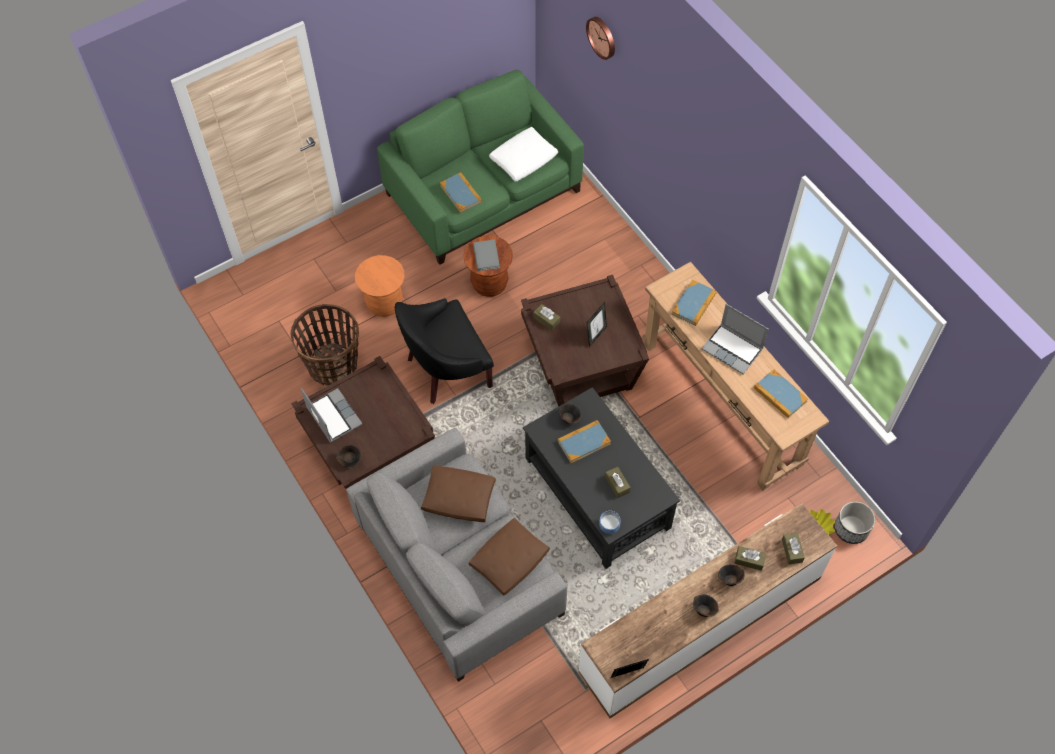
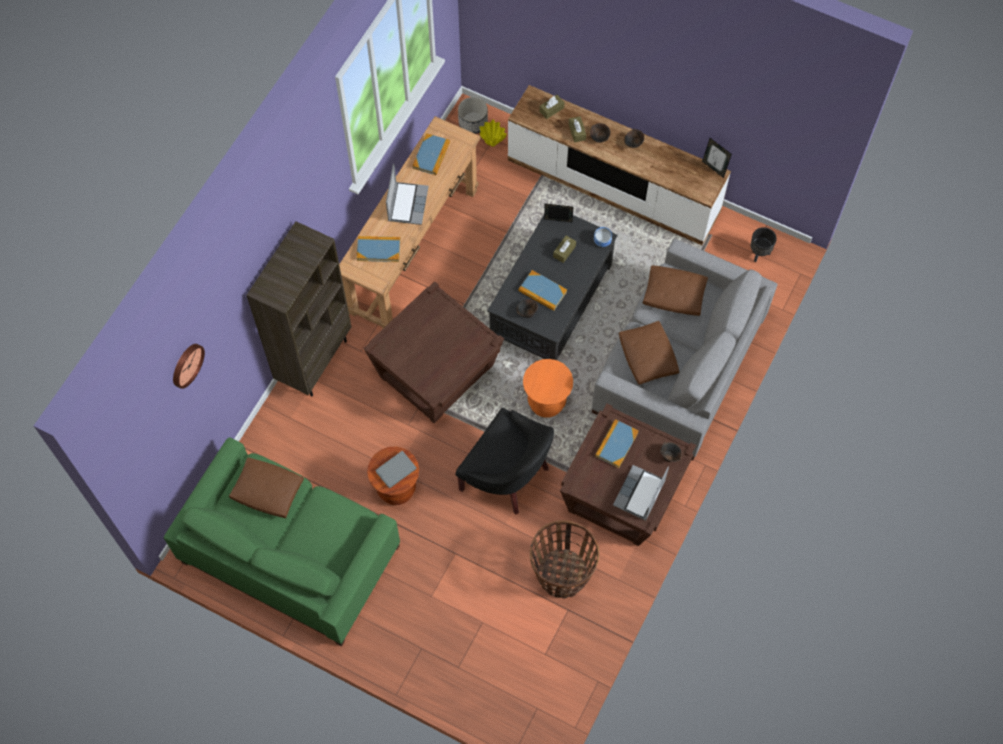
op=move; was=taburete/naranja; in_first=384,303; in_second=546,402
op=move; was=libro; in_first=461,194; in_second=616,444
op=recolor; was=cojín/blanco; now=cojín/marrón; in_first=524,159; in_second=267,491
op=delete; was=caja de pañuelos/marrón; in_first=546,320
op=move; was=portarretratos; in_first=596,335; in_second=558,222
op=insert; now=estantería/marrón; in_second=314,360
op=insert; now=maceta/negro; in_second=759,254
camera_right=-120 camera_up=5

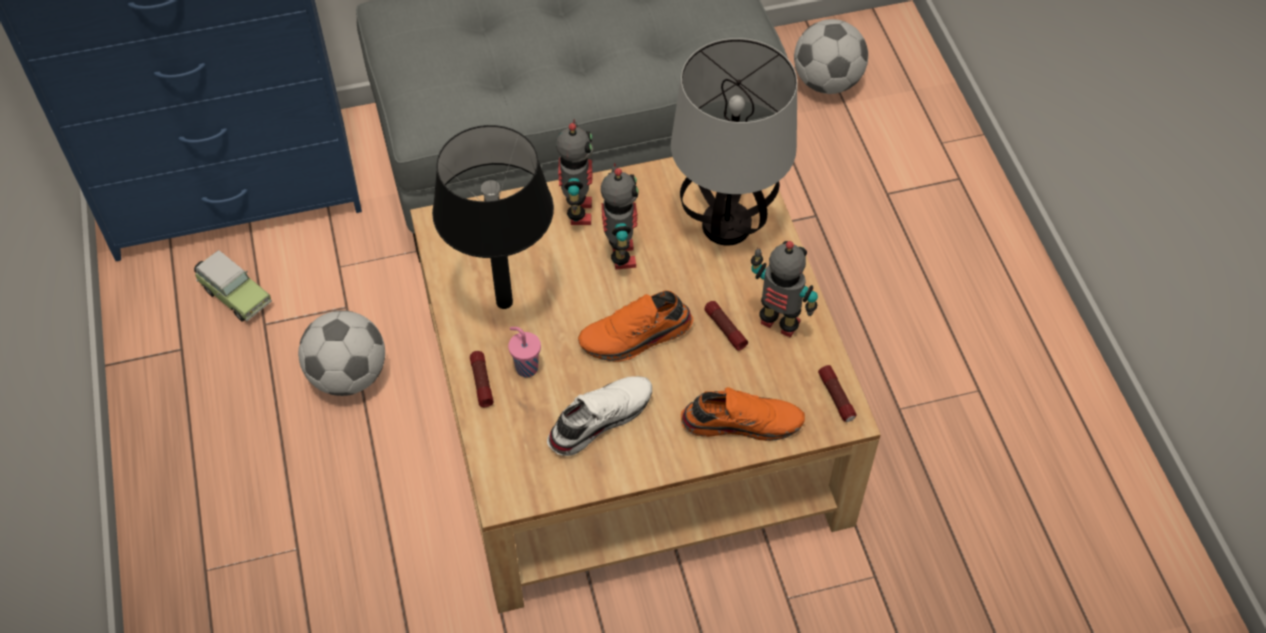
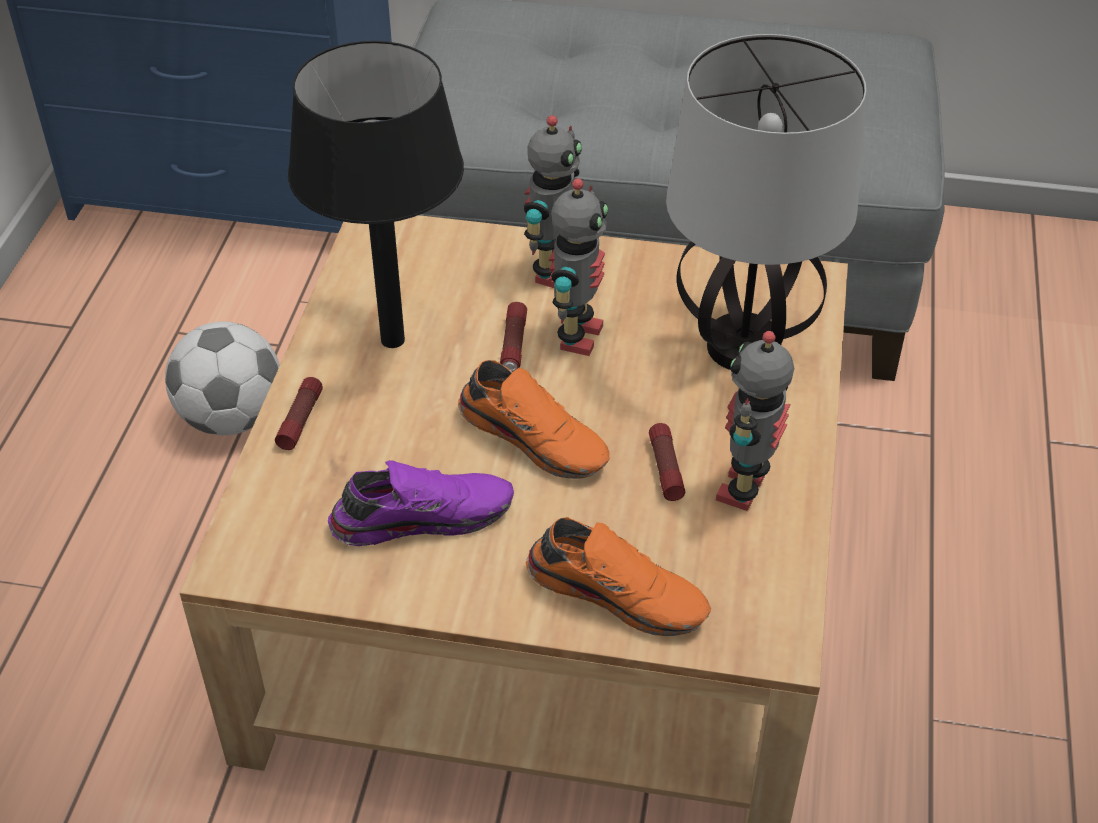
op=delete; was=coche de juguete; in_first=234,295
op=delete; was=taza/rosa; in_first=525,367
op=recolor; was=zapato/blanco; now=zapato/morado; in_first=599,418; in_second=422,516
op=rotate; was=zapato/naranja; in_first=636,338; in_second=536,437; clockwise=-150
op=rotate; was=robot de juguete; in_first=778,325; in_second=745,489; clockwise=-120
op=delete; was=balón de fútbol; in_first=827,82
op=move; was=linterna; in_first=836,397; in_second=514,345
camera_right=25 camera_up=-10

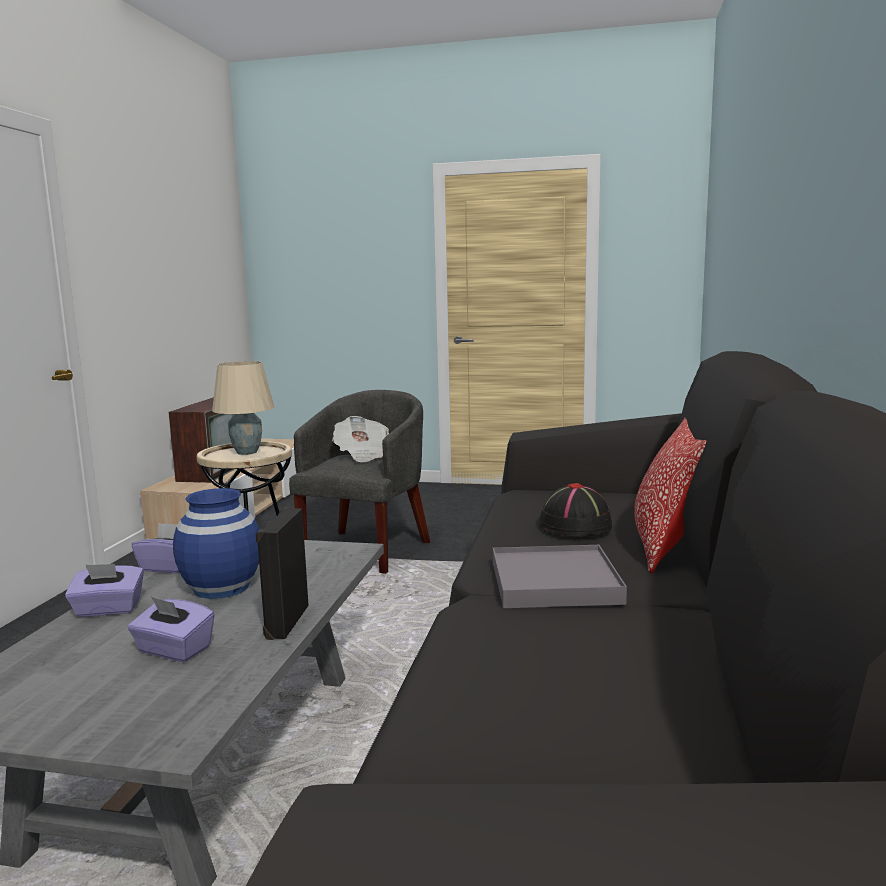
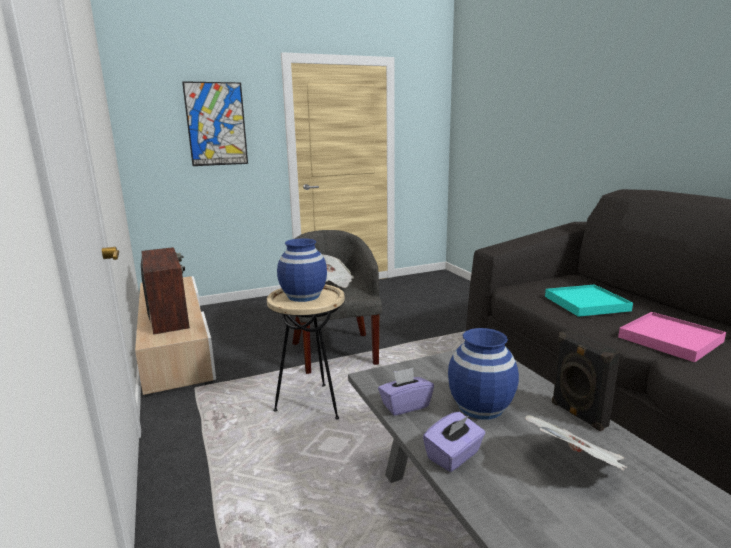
op=replace; was=caja de pañuelos/morado; now=periódico; in_first=173,650; in_second=576,464
op=replace; was=lámpara de mesa/beis; now=florero/azul; in_first=247,452; in_second=304,296
op=recolor; was=bandeja/gris; now=bandeja/rosa; in_first=554,582; in_second=670,339
op=replace; was=sombrero/negro; now=bandeja/turquesa; in_first=576,526; in_second=586,303
op=delete; was=cojín; in_first=666,548
op=insert; now=cuadro; in_second=216,124
camera_right=-35 camera_up=5

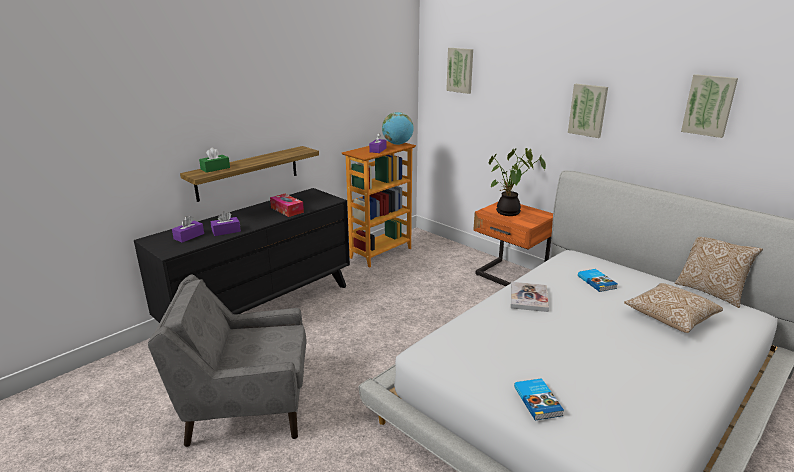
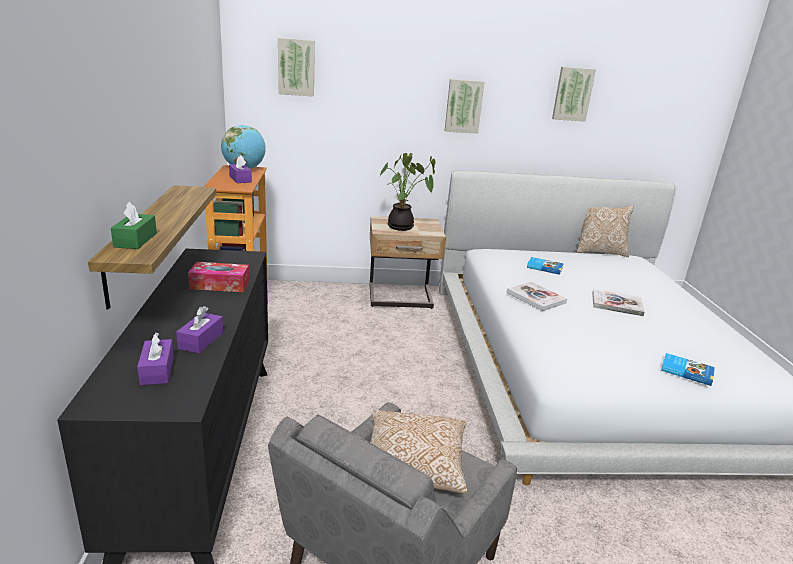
op=recolor; was=mesita de noche/naranja; now=mesita de noche/beis; in_first=509,277; in_second=401,298
op=move; was=cojín; in_first=670,317; in_second=414,464
op=insert; now=libro; in_second=616,304
camera_right=-50 camera_up=0

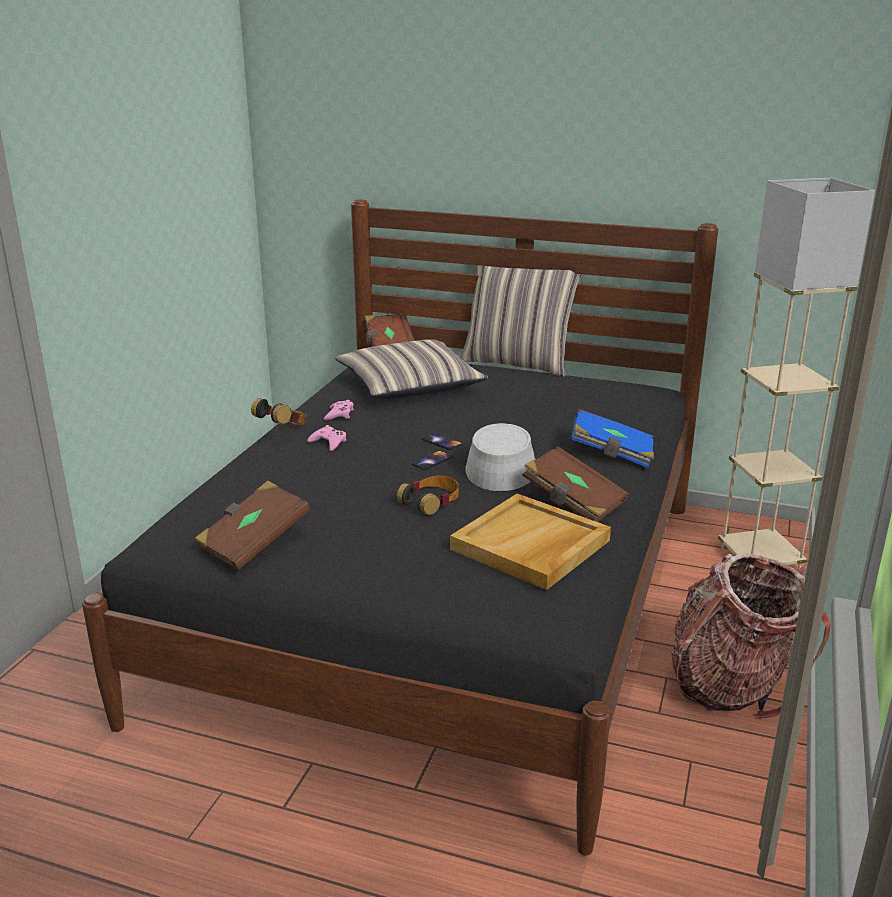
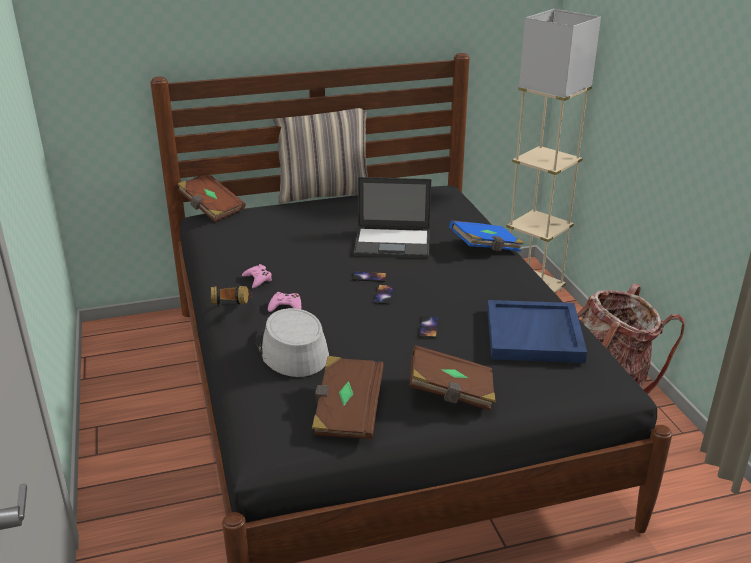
op=delete; was=cojín; in_first=410,385
op=replace; was=auriculares; now=móvil; in_first=431,501; in_second=429,327
op=recolor; was=bandeja/beis; now=bandeja/azul; in_first=530,546; in_second=535,335
op=move; was=sombrero/gris; in_first=501,466; in_second=291,349
op=move; was=libro/marrón; in_first=573,502; in_second=451,393
op=insert; now=portátil; in_second=393,243
camera_right=-35 camera_up=5

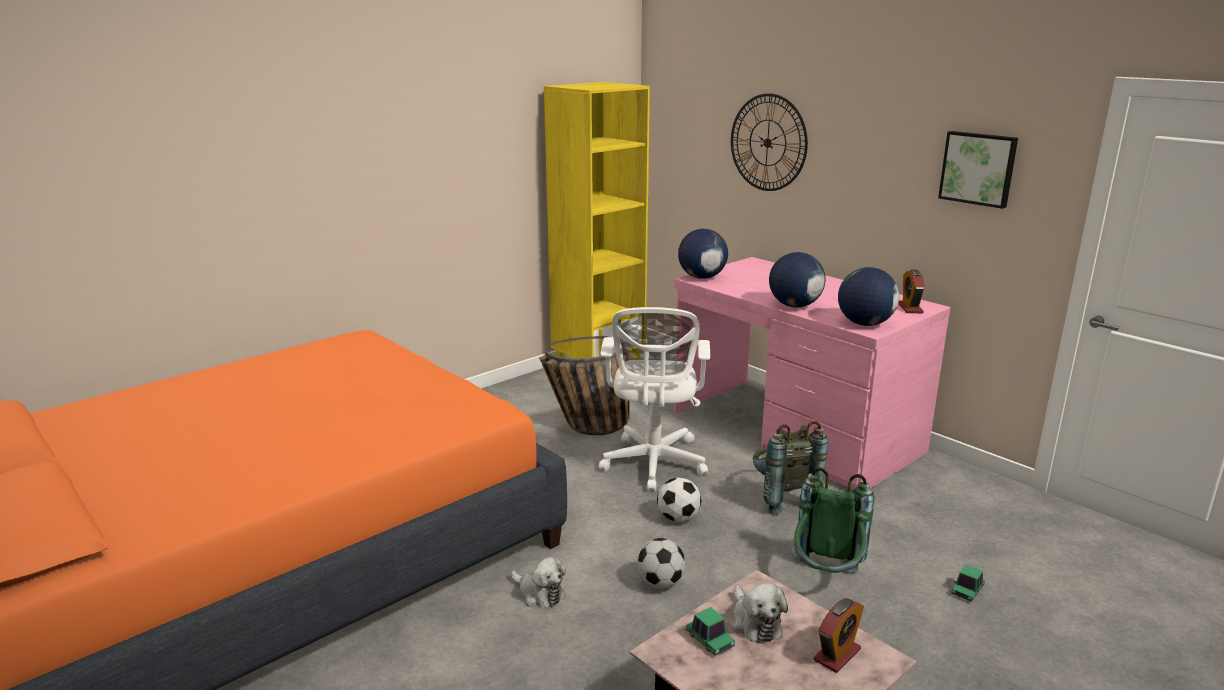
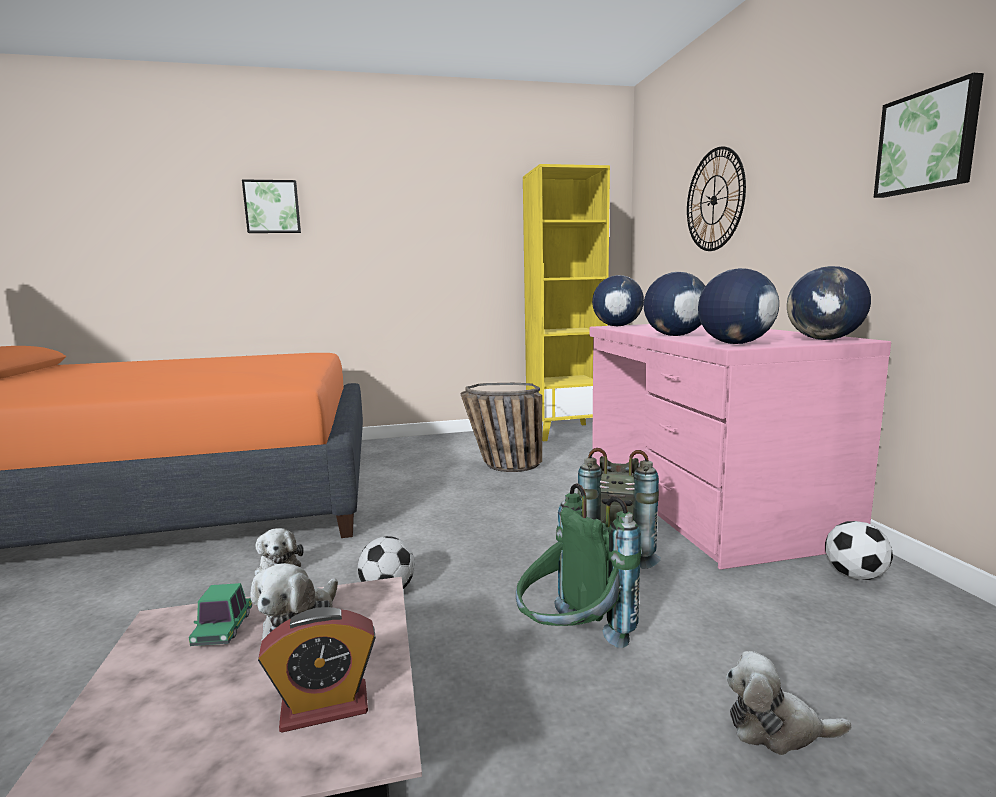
op=delete; was=silla de oficina/blanco; in_first=653,465
op=move; was=balón de fútbol; in_first=678,518; in_second=855,575
op=replace; was=despertador; now=globo terráqueo; in_first=910,308; in_second=824,340
op=replace; was=coche de juguete; now=peluche; in_first=967,591; in_second=776,728
op=insert; now=cuadro; in_second=272,207
camera_right=30 camera_up=-10

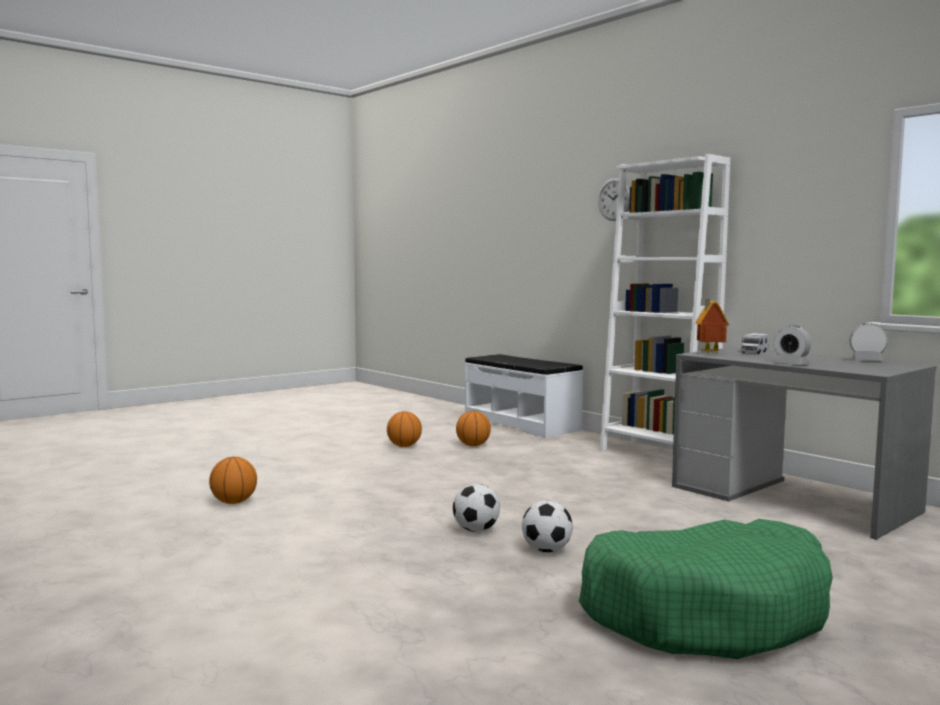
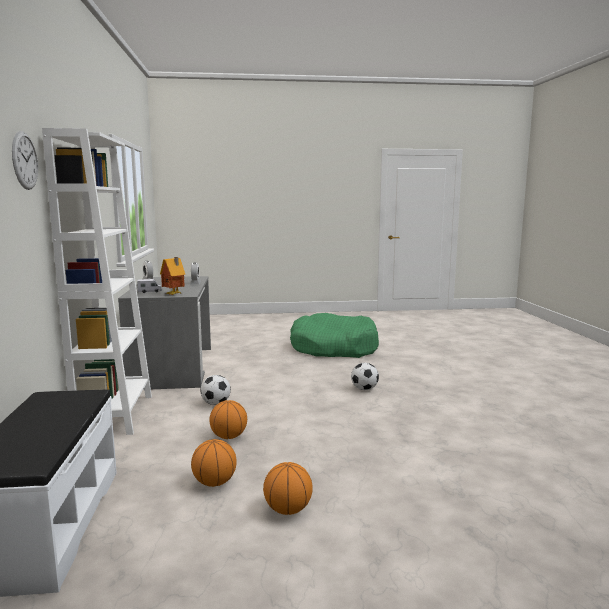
op=move; was=balón de baloncesto; in_first=233,502; in_second=229,437
op=move; was=balón de fútbol; in_first=547,550; in_second=216,403
camera_right=-145 camera_up=5

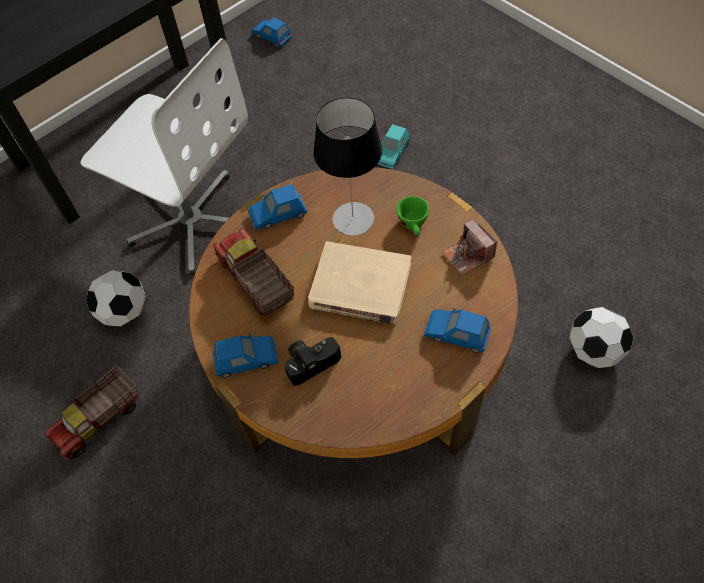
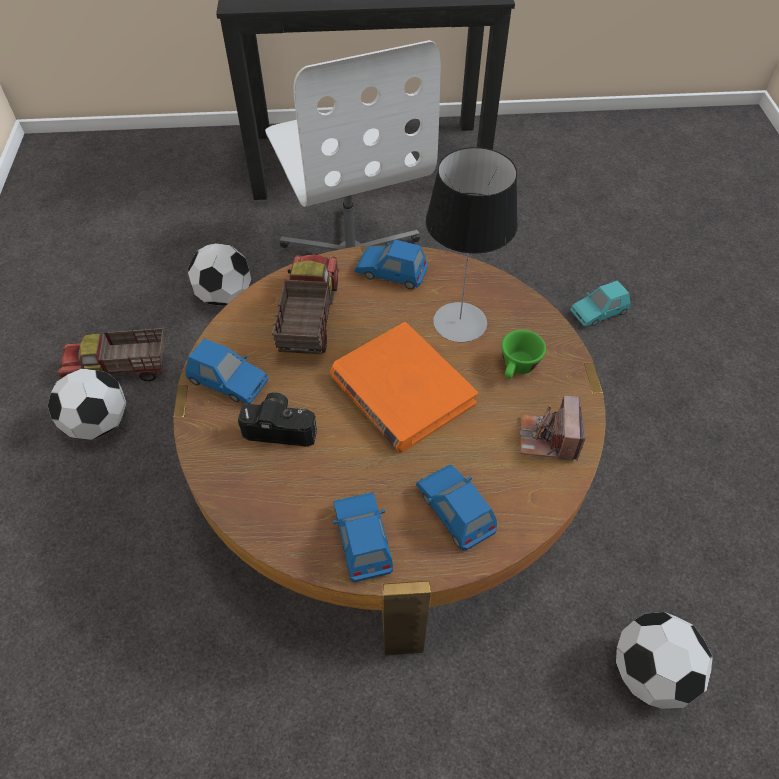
op=move; was=coche de juguete/azul; in_first=272,37; in_second=362,539
op=recolor; was=libro/beis; now=libro/naranja; in_first=360,286; in_second=401,390
op=insert; now=balón de fútbol; in_second=99,424
camera_right=35 camera_up=-5

